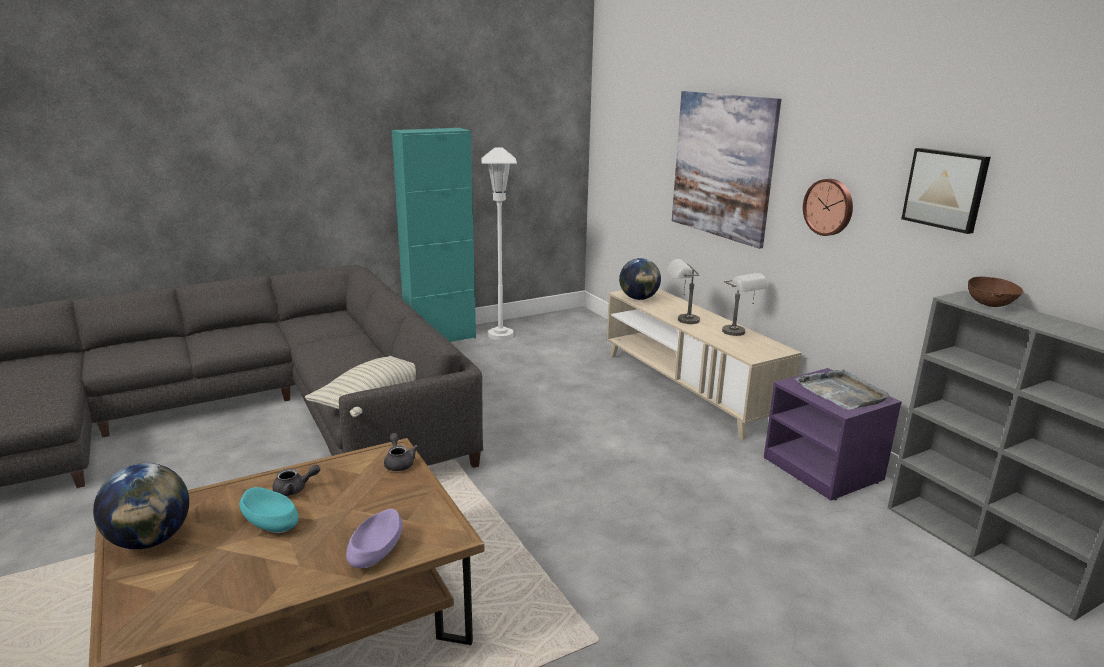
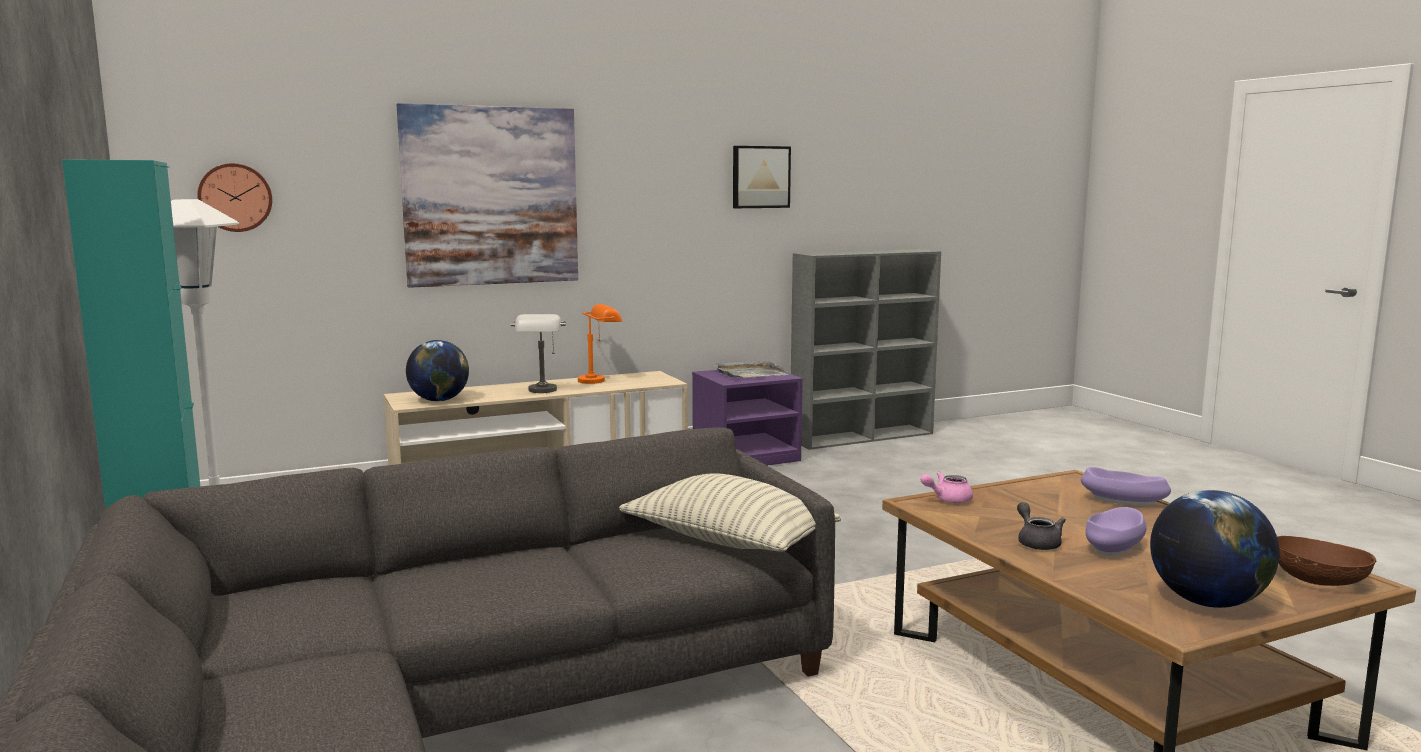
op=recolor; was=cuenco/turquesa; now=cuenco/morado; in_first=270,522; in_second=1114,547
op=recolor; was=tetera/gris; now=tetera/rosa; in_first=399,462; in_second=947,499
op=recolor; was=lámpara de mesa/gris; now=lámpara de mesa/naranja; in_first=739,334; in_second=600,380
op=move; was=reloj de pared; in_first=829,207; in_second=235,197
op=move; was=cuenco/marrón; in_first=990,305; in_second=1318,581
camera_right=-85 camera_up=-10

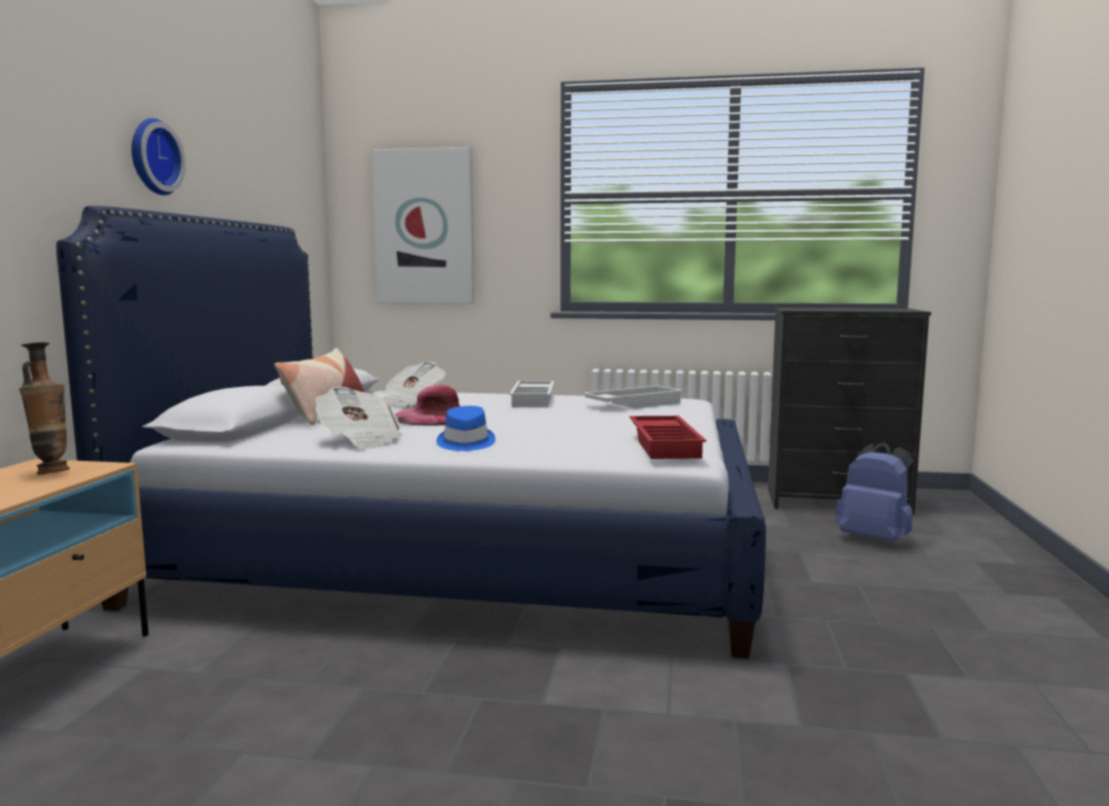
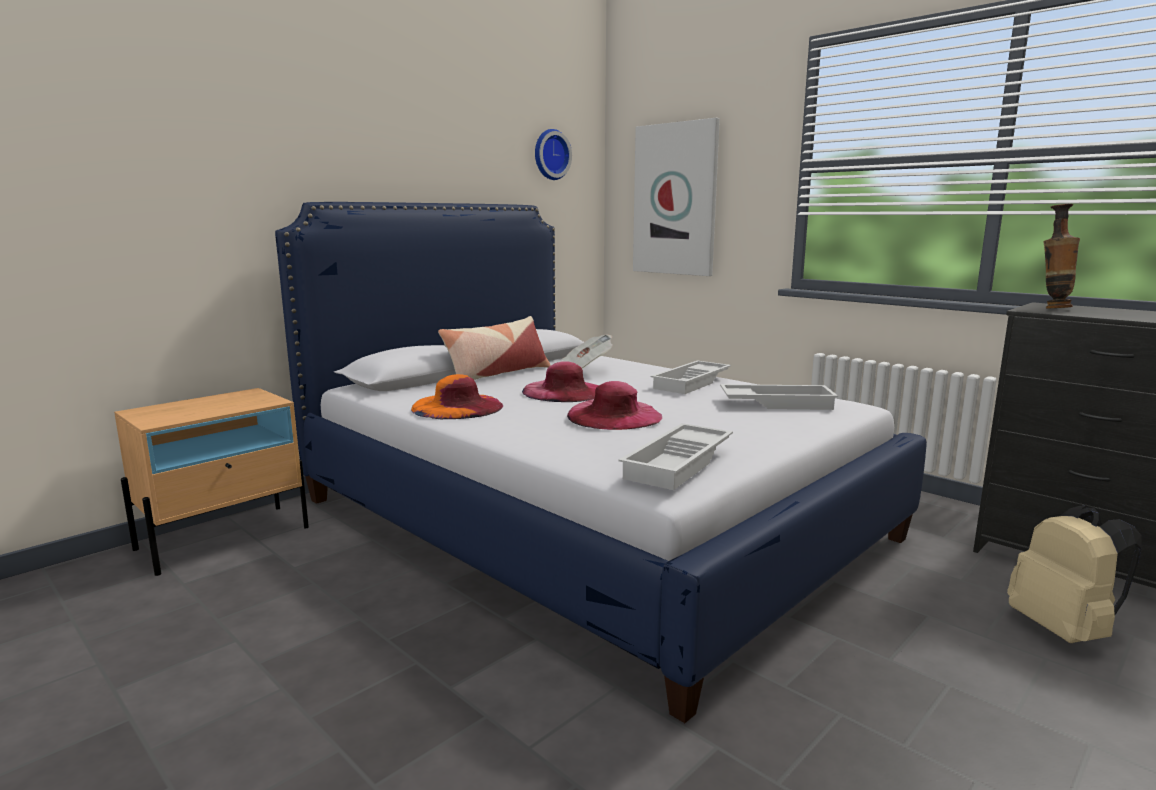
op=move; was=florero; in_first=51,472; in_second=1052,308
op=move; was=reloj de pared; in_first=152,157; in_second=550,155
op=replace; was=periódico; now=sombrero/naranja; in_first=359,440; in_second=457,407
op=delete; was=sombrero/azul; in_first=465,443
op=recolor; was=bandeja/rojo; now=bandeja/blanco; in_first=666,444; in_second=680,464
op=recolor; was=mochila/azul; now=mochila/beis; in_first=875,539; in_second=1064,631
op=insert; now=sombrero/rosa; in_second=614,415
camera_right=35 camera_up=5

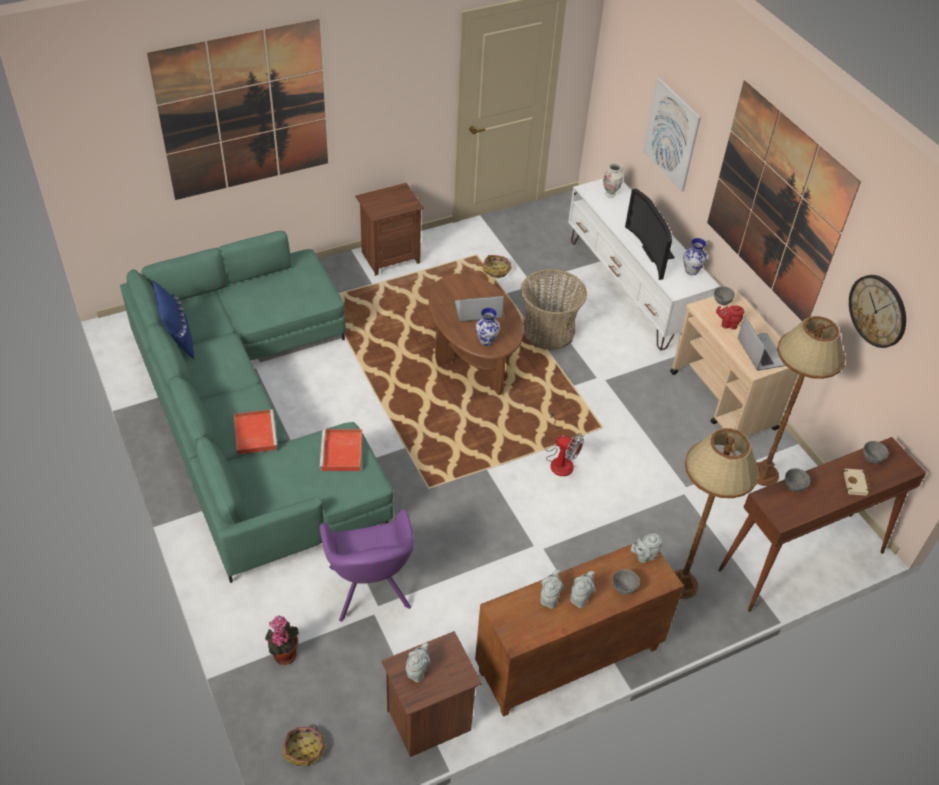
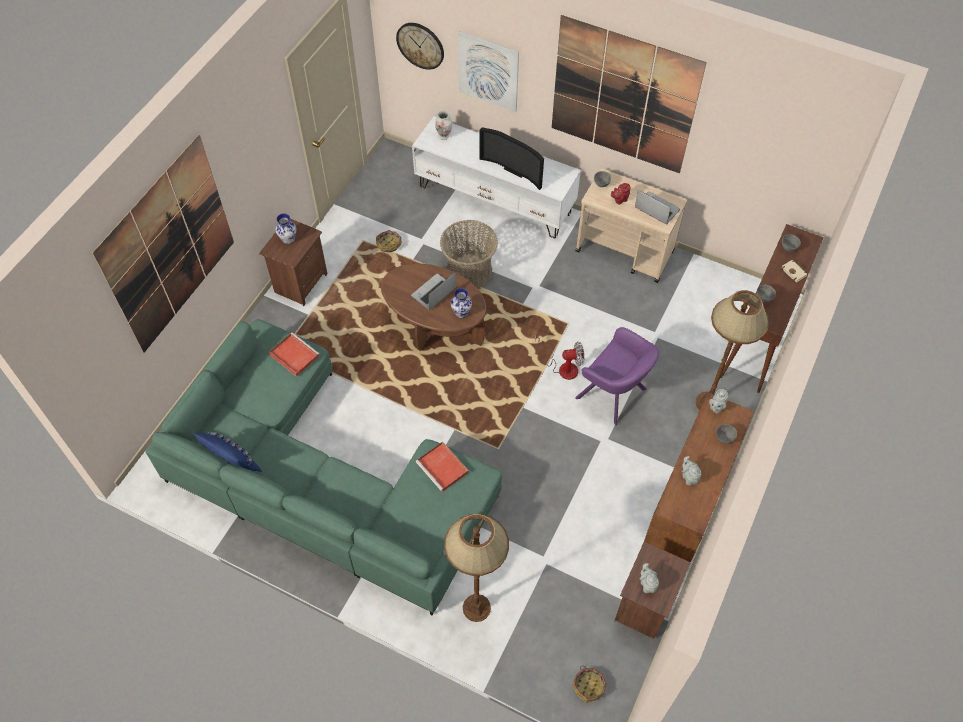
op=move; was=bandeja/rojo; in_first=254,433; in_second=293,355
op=delete; was=planta en maceta; in_first=284,653
op=move; was=sillón/morado; in_first=370,591; in_second=614,396
op=delete; was=tetera/gris; in_first=580,597
op=move; was=florero; in_first=691,271; in_second=288,240
op=move; was=lámpara de pie/marrón; in_first=763,474; in_second=476,607
op=move; was=reloj de pared; in_first=878,310; in_second=420,45
camera_right=-35 camera_up=10

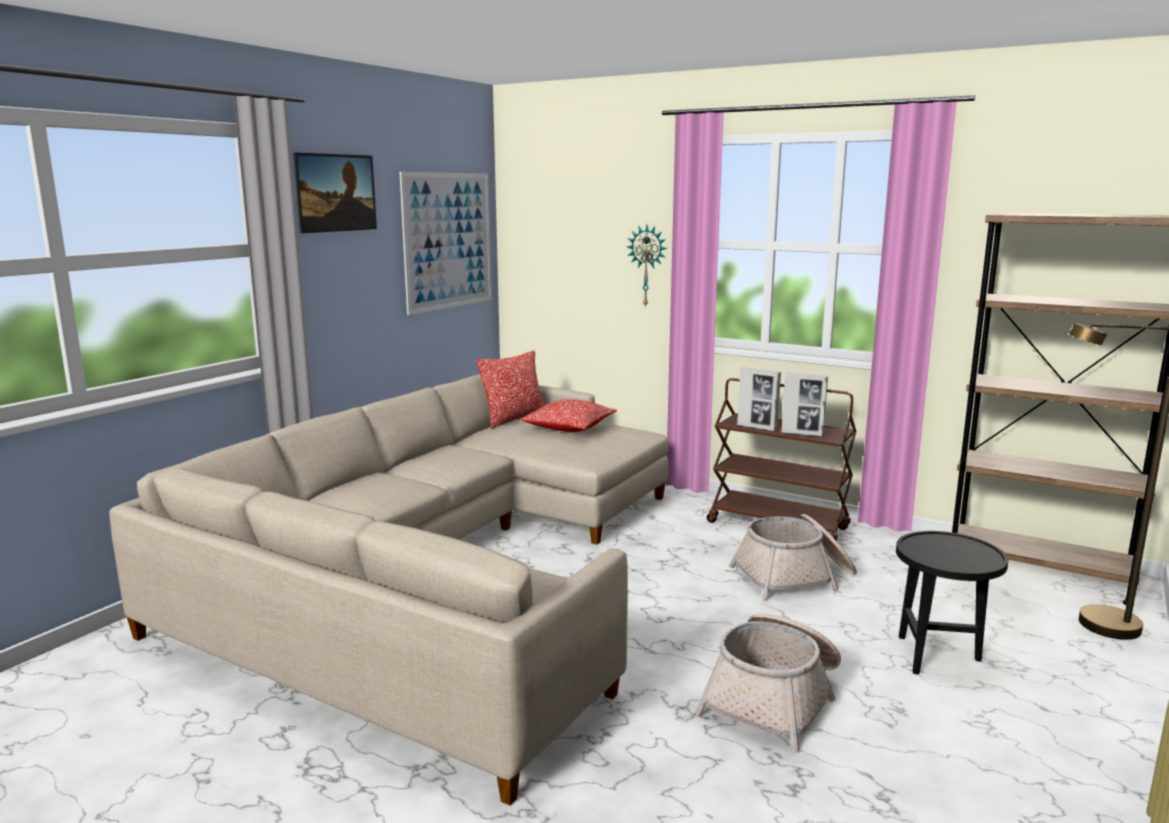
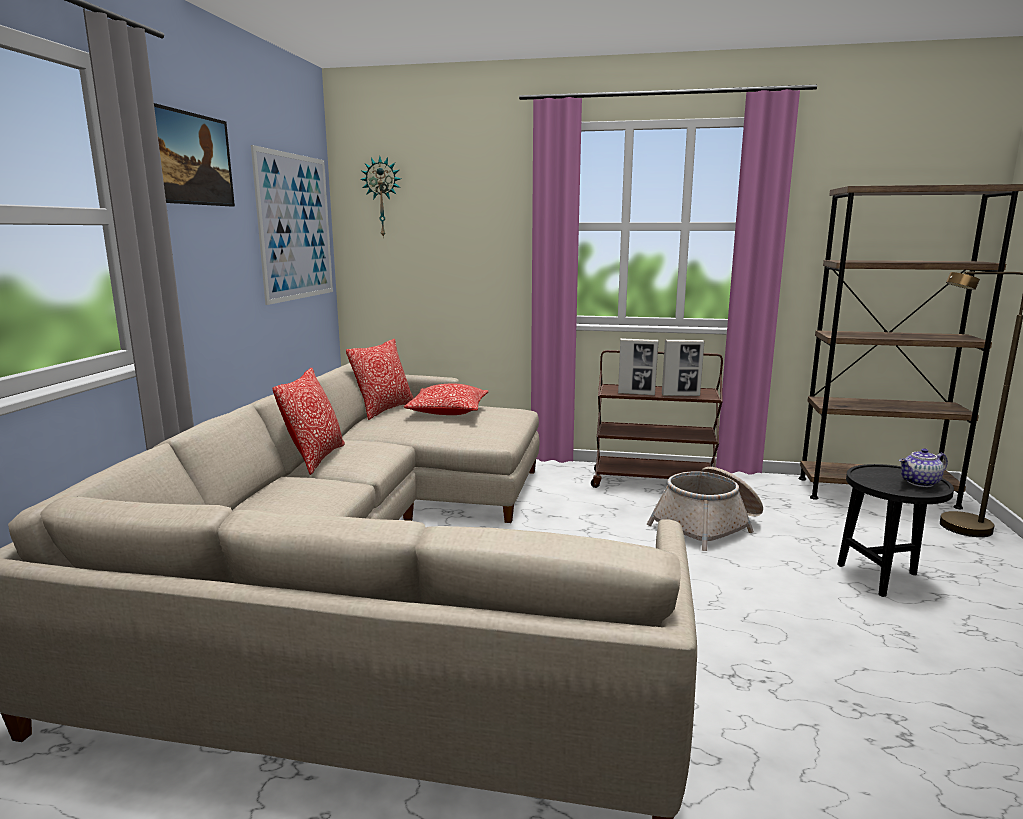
op=move; was=reloj de pared; in_first=647,266; in_second=382,197
op=delete; was=cesta; in_first=774,698
op=insert; now=cojín; in_second=315,458
op=insert; now=tetera; in_second=920,483
camera_right=-20 camera_up=0

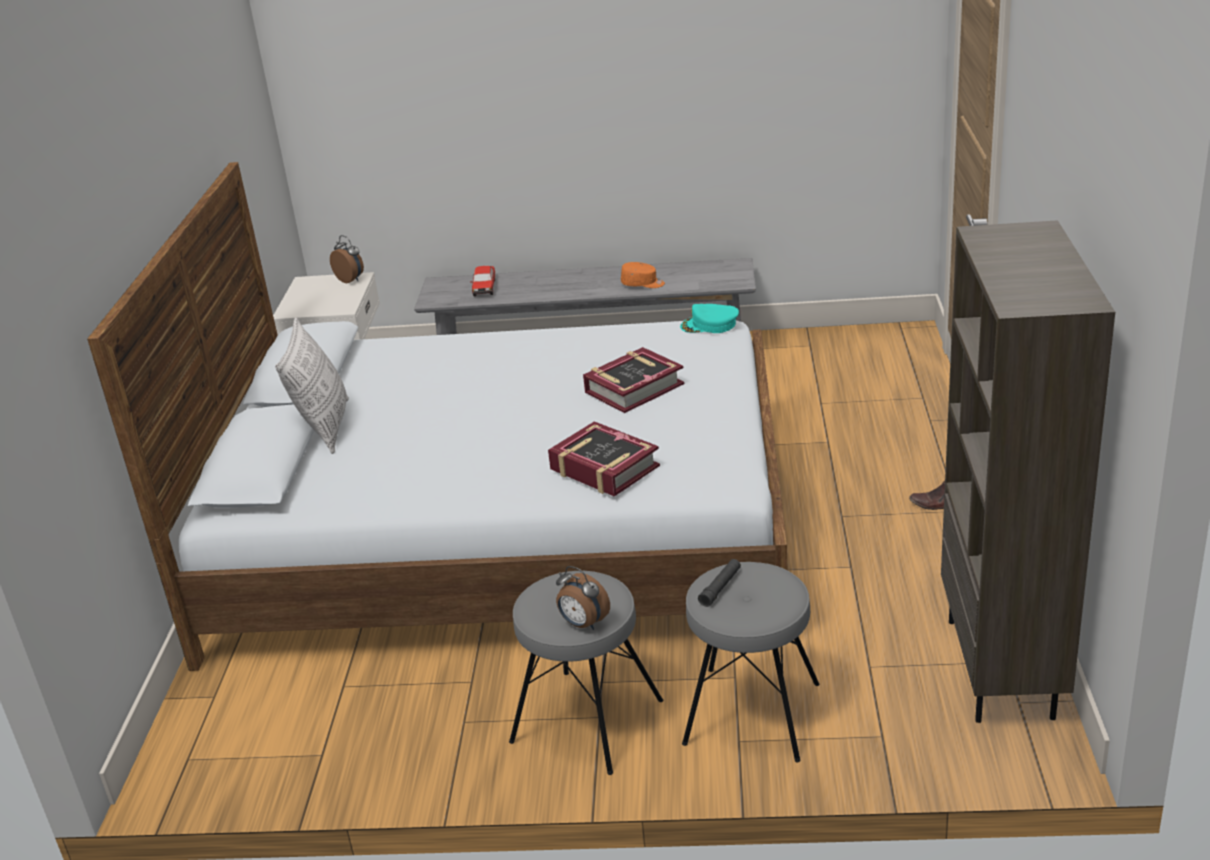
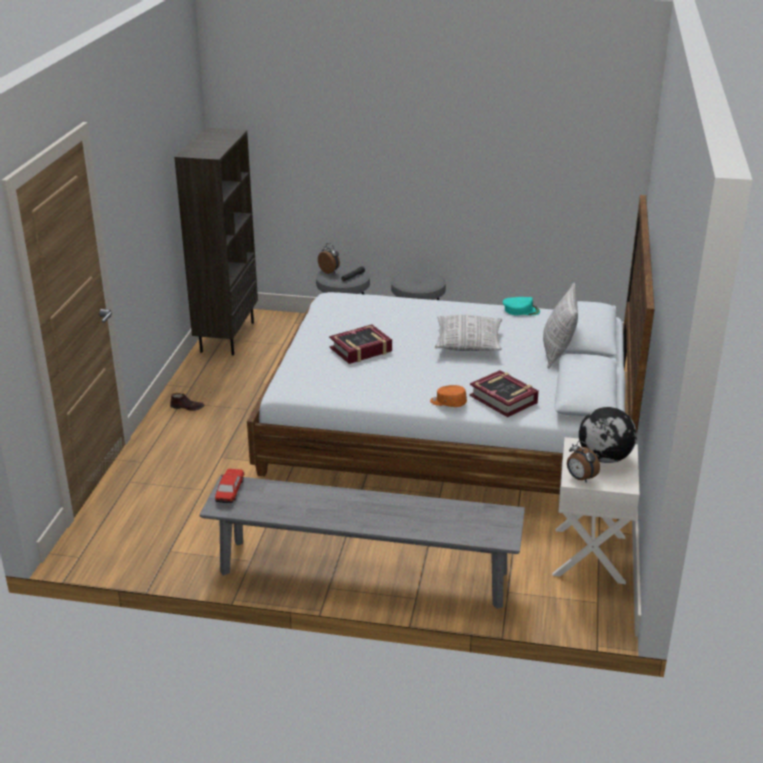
op=move; was=coche de juguete; in_first=484,287; in_second=230,491
op=move; was=libro; in_first=604,468; in_second=503,399
op=move; was=despertador; in_first=583,624; in_second=330,271
op=move; was=gorra/naranja; in_first=643,284; in_second=448,403
op=move; was=gorra/turquesa; in_first=709,325; in_second=521,310
op=insert; now=cojín; in_second=468,343
op=insert; now=globo terráqueo; in_second=605,458
camera_right=-175 camera_up=0

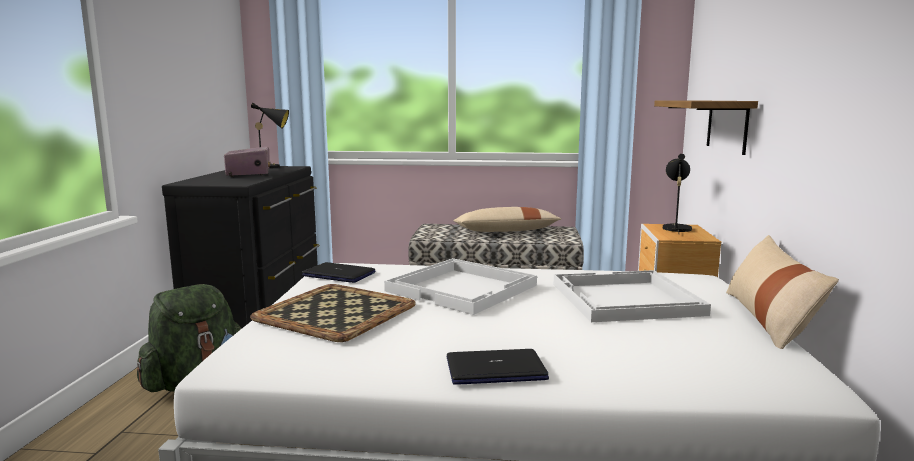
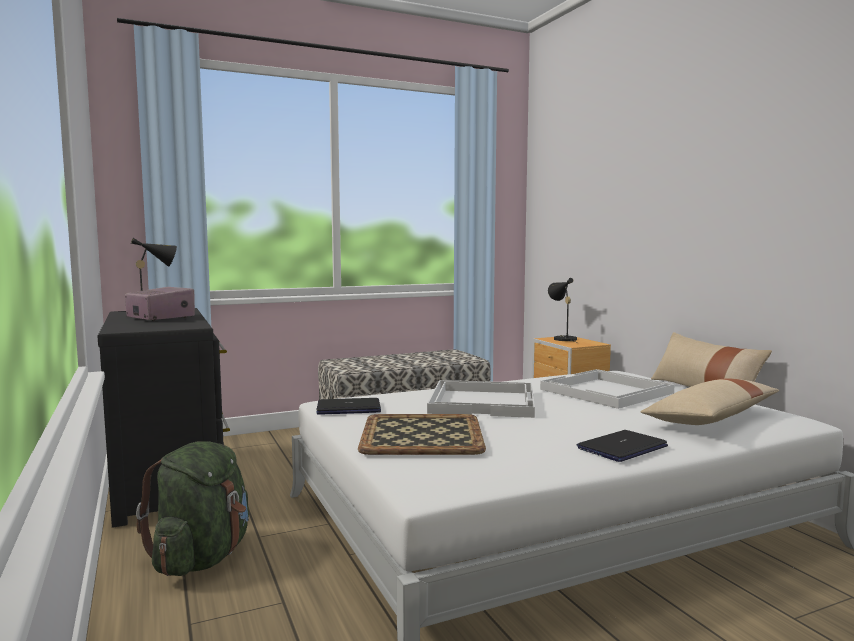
op=move; was=cojín/beis; in_first=506,231; in_second=711,418
op=delete; was=estante; in_first=727,125
camera_right=-30 camera_up=-5

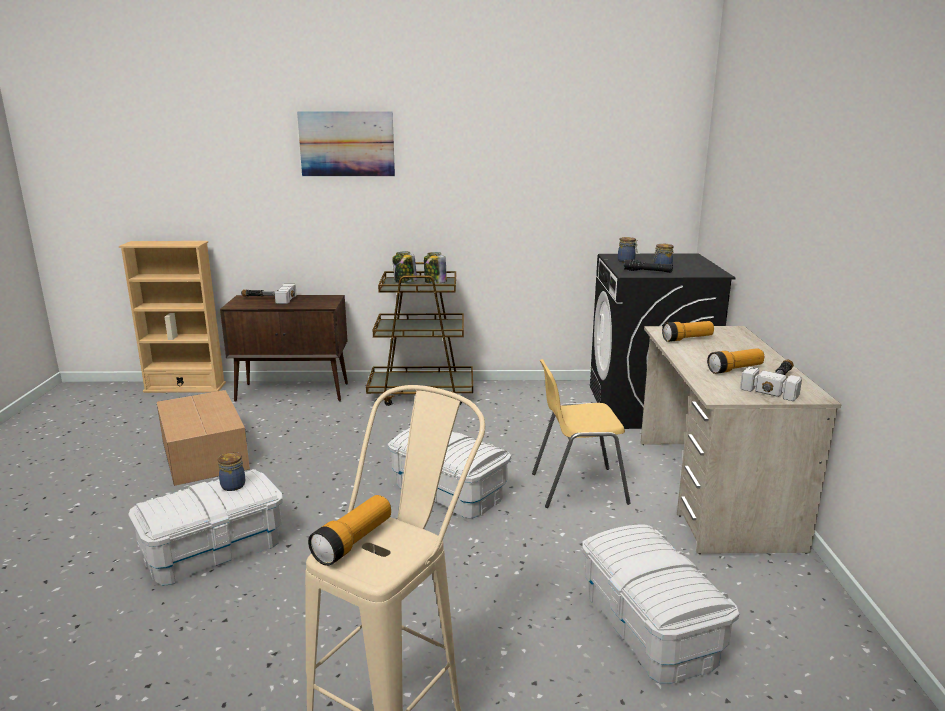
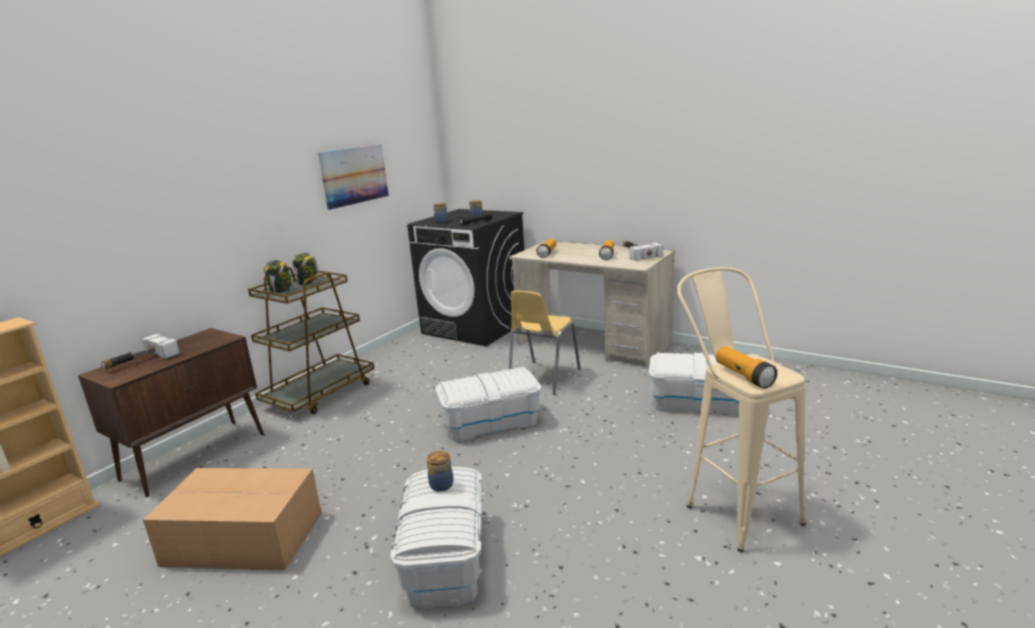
op=move; was=cuadro; in_first=347,144; in_second=354,175
camera_right=-55 camera_up=0

